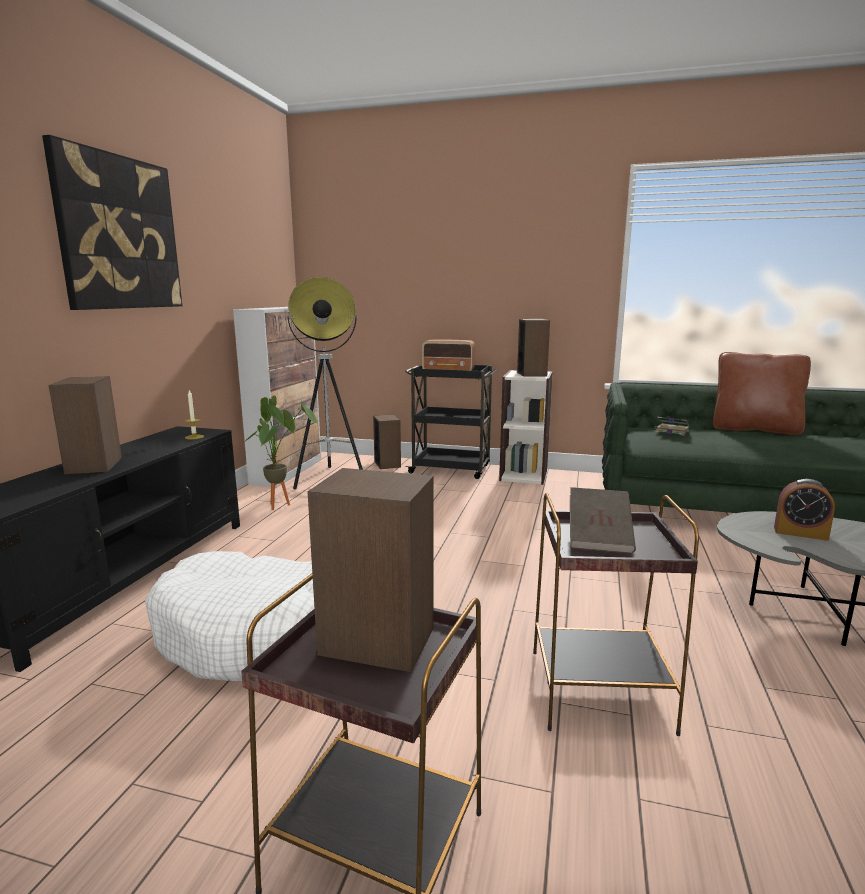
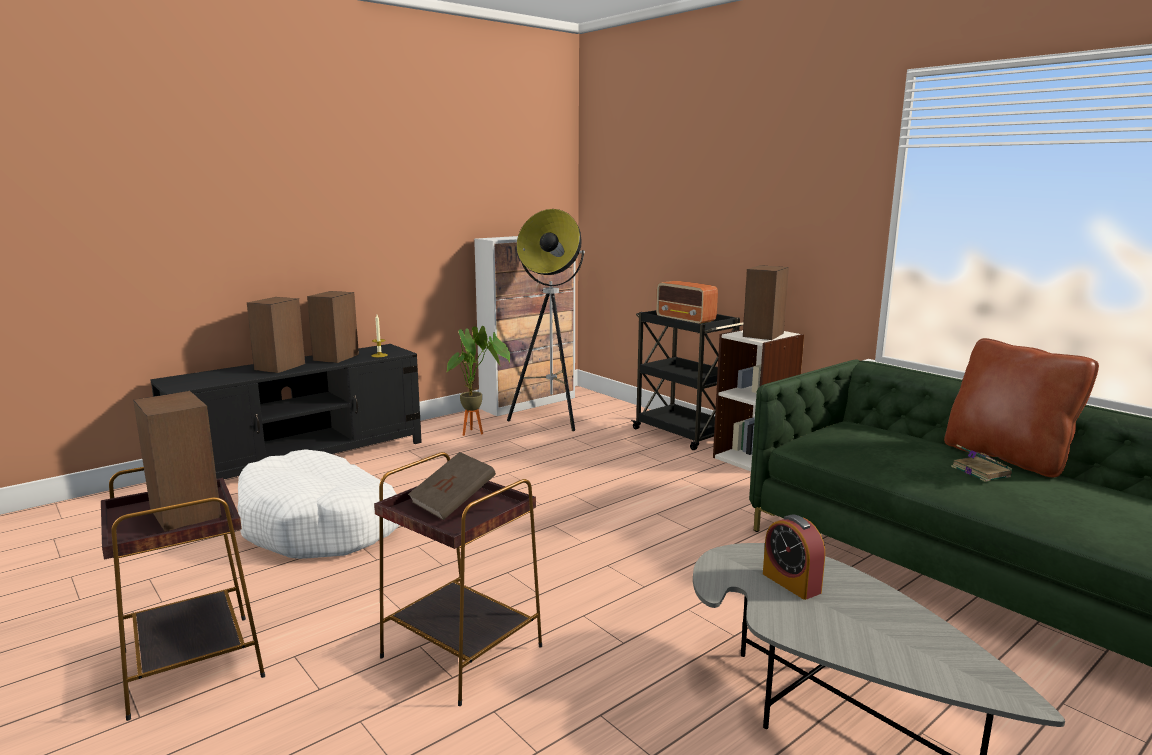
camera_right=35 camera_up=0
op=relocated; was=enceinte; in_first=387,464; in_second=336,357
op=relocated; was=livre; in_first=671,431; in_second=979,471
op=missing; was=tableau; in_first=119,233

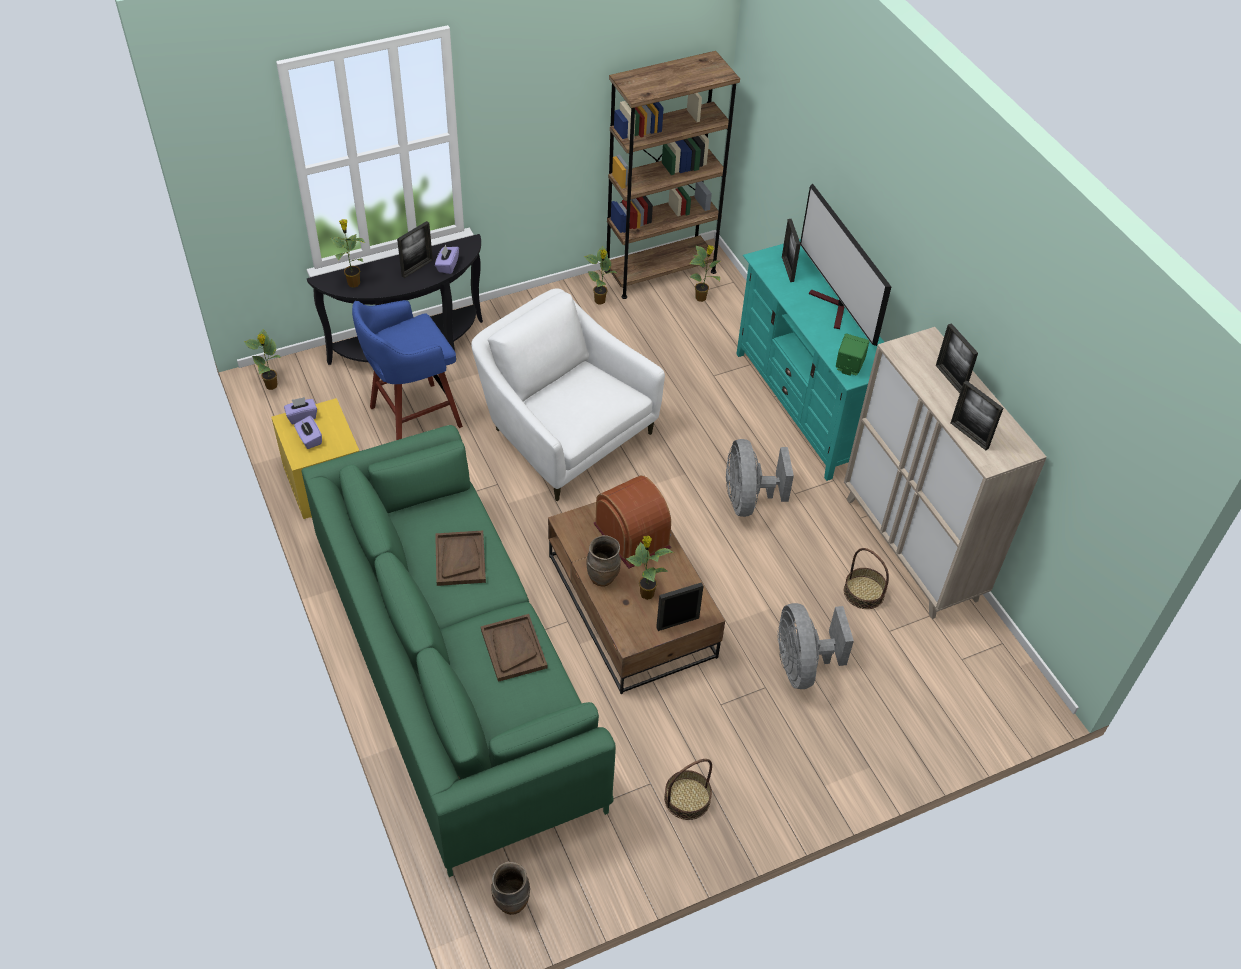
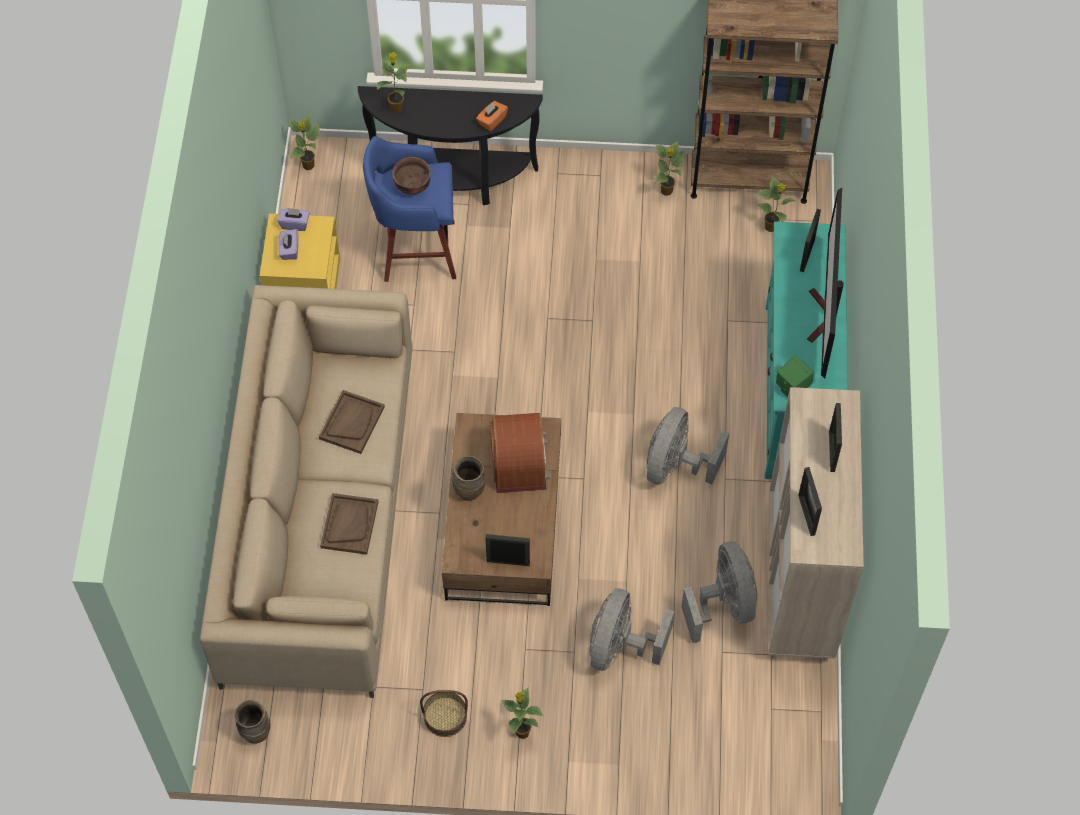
camera_right=30 camera_up=10
op=colour; was=canapé [vert]; now=canapé [beige]; in_first=455,670; in_second=319,515
op=appeared; now=bol [marron]; in_second=412,186
op=colour; was=boîte à mouchoirs [violet]; now=boîte à mouchoirs [orange]; in_first=447,266; in_second=492,121
op=relocated; was=plante en pot; in_first=646,593; in_second=522,731
op=exchanged; was=panier; now=ventilateur [gris]; in_first=863,592; in_second=723,605
op=missing; was=cadre photo; in_first=417,268
op=missing; was=fauteuil [blanc]; in_first=563,433

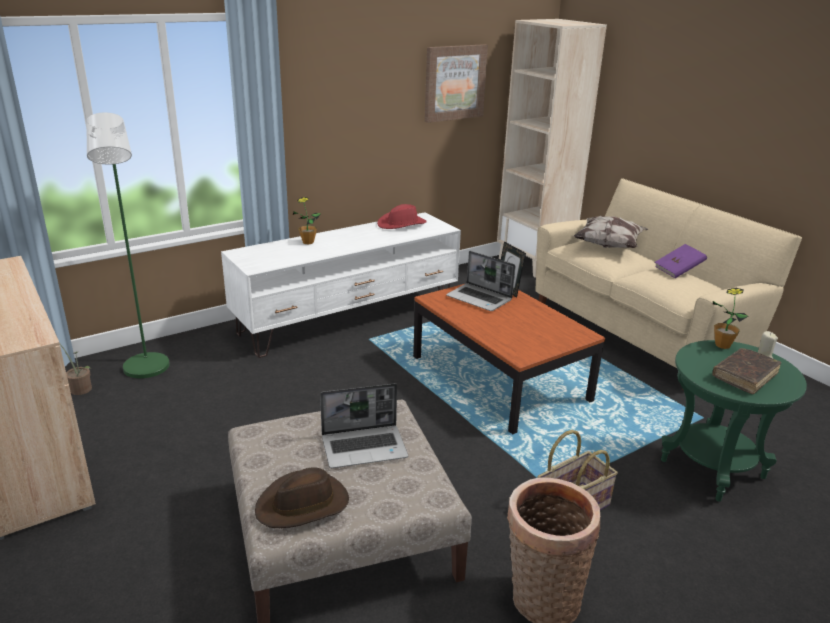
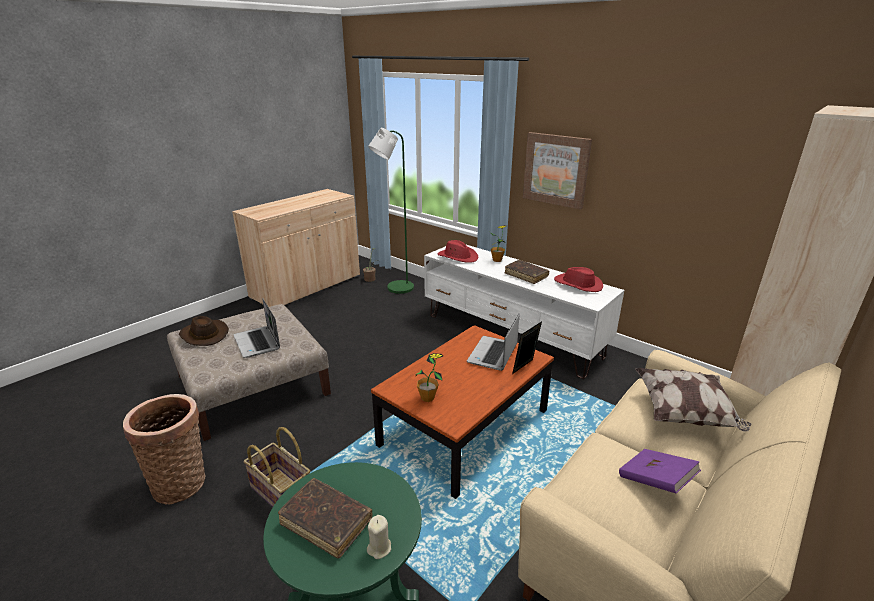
camera_right=75 camera_up=0
op=relocated; was=plante en pot; in_first=722,345; in_second=427,398
op=appeared; now=chapeau [rouge]; in_second=458,257
op=appeared; now=livre [marron]; in_second=526,275
op=relocated; was=tableau; in_first=454,82; in_second=556,170

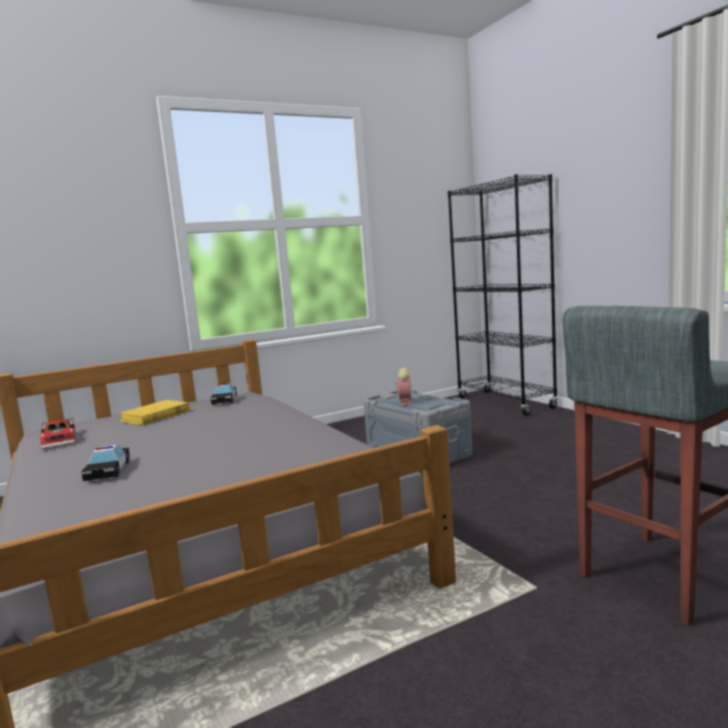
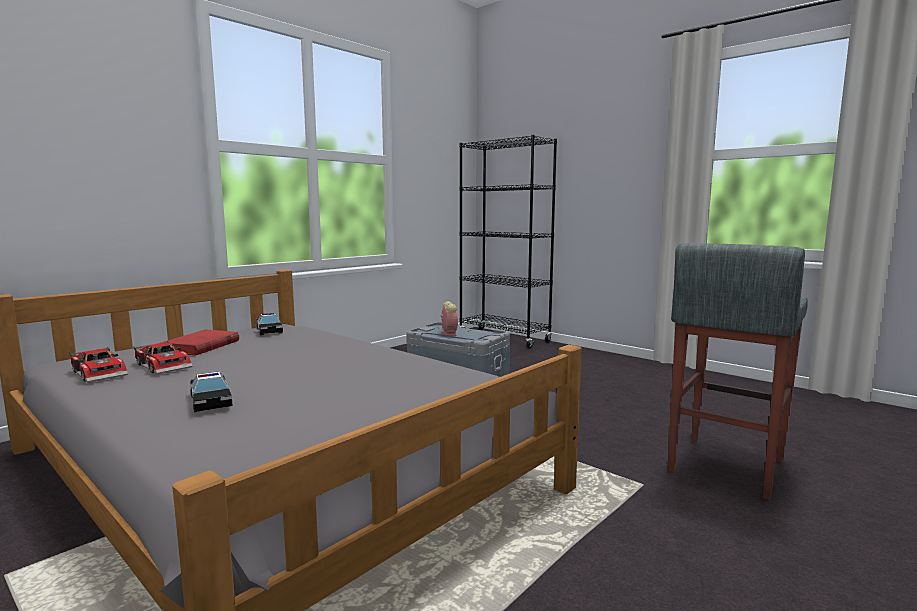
camera_right=-20 camera_up=0
op=appeared; now=petite voiture; in_second=165,365
op=colour; was=livre [jaune]; now=livre [rouge]; in_first=155,416; in_second=201,346

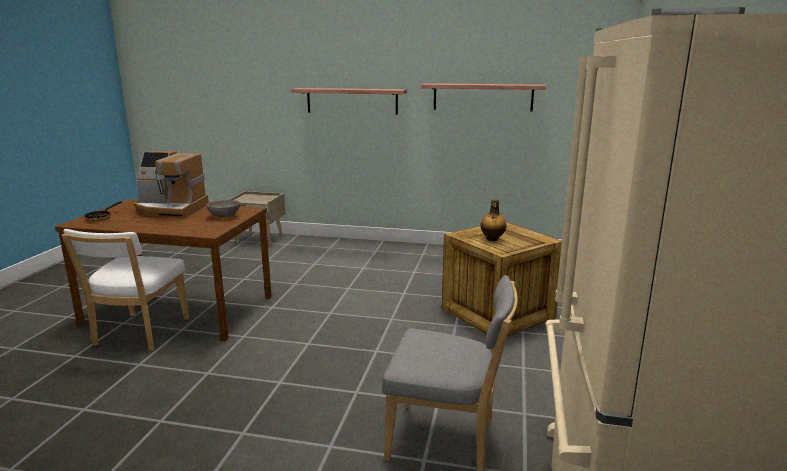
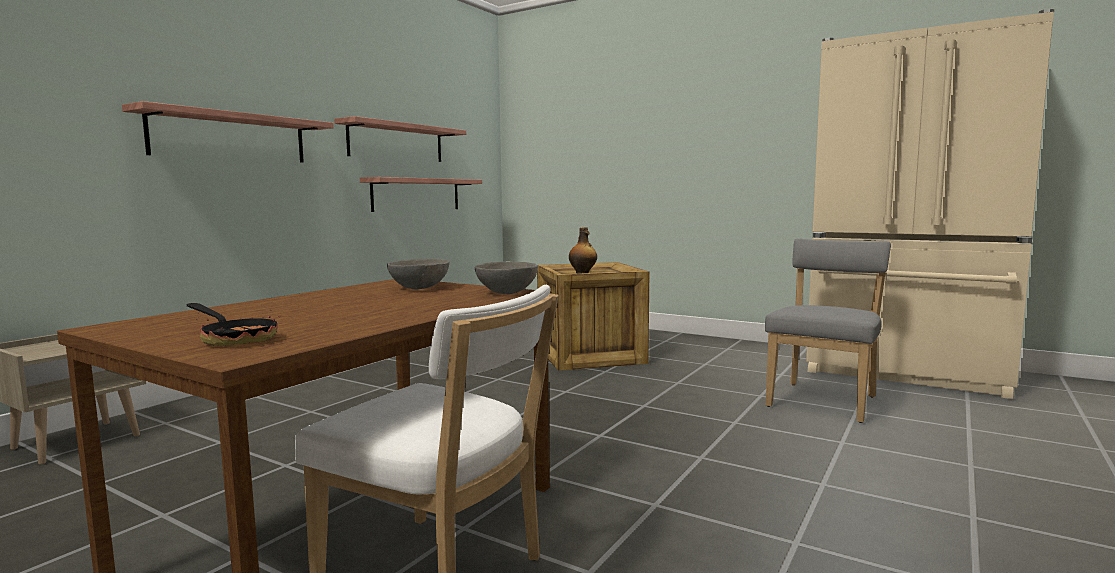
camera_right=-70 camera_up=-10
op=appeared; now=étagère; in_second=416,194
op=appeared; now=bol [gris]; in_second=507,292
op=missing; was=machine à café; in_first=171,210

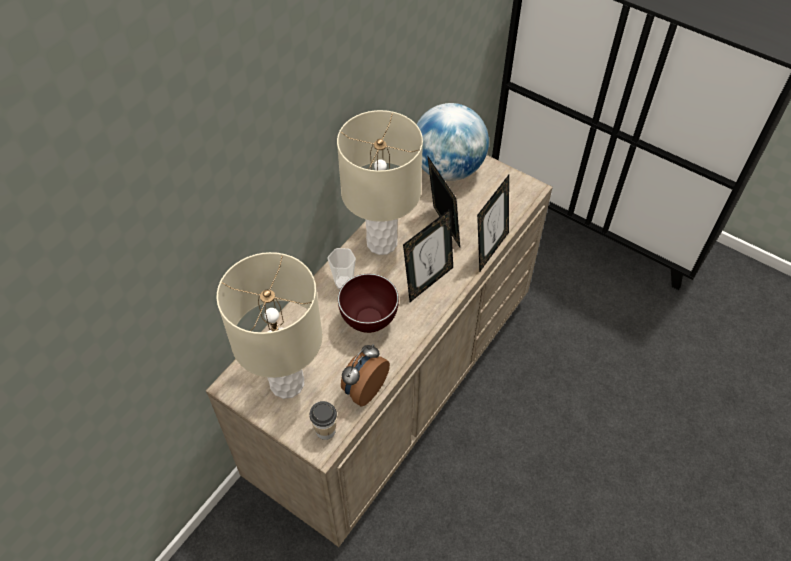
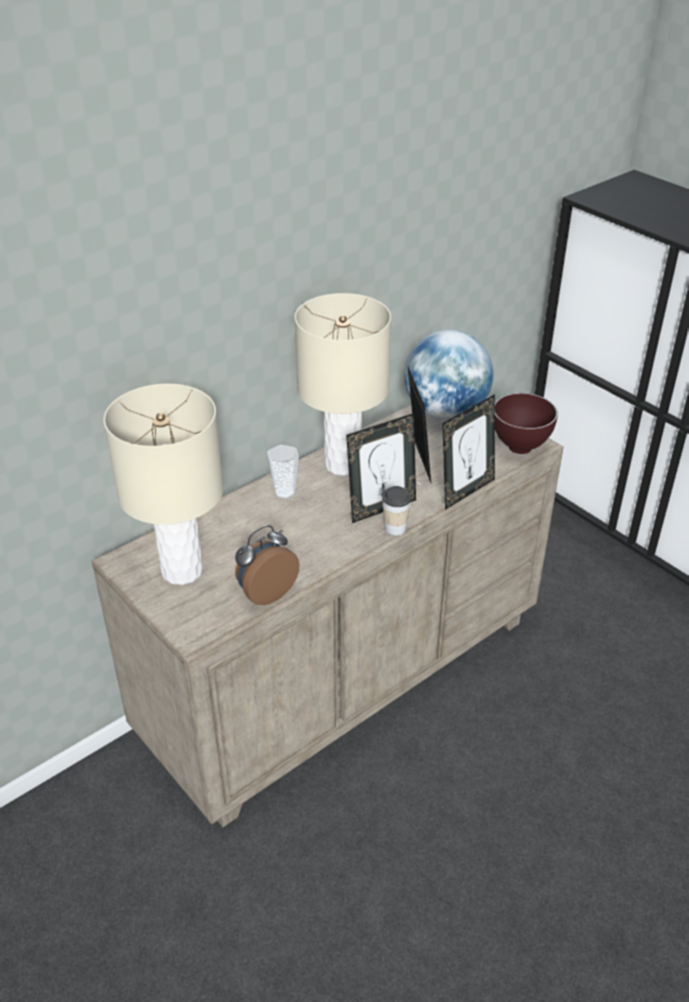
camera_right=15 camera_up=-15
op=relocated; was=tasse; in_first=325,430; in_second=395,528
op=relocated; was=bol [marron]; in_first=369,323; in_second=519,449

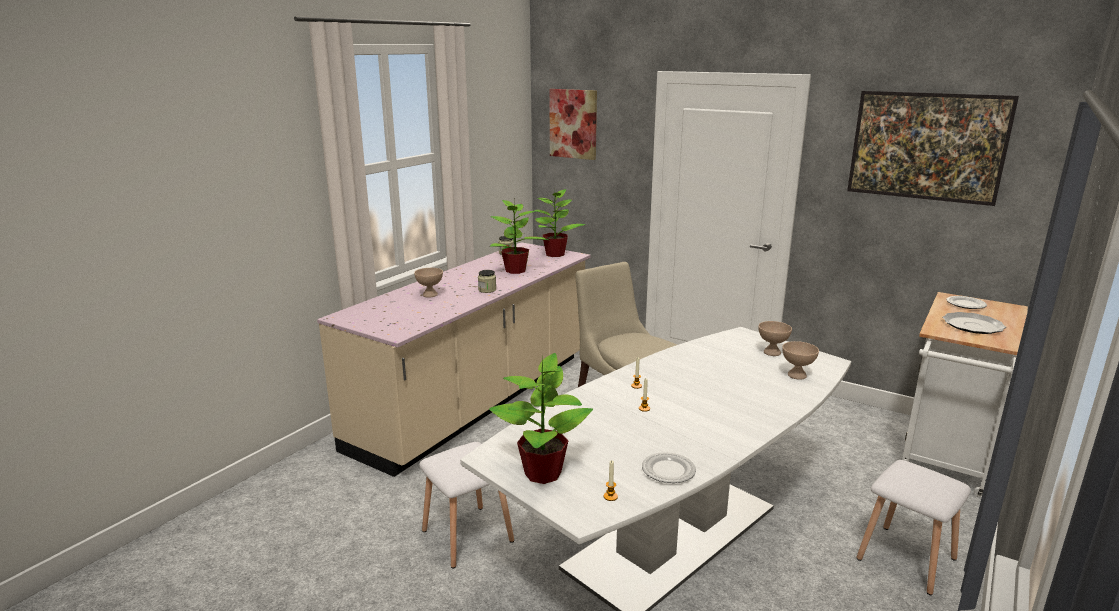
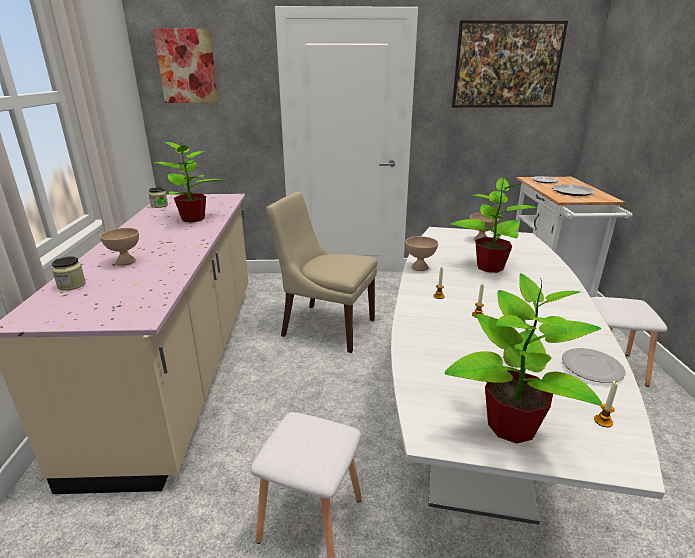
camera_right=-35 camera_up=5
op=relocated; was=bocal; in_first=487,290; in_second=71,285
op=relocated; was=bol [beige]; in_first=796,375; in_second=419,267
op=relocated; was=plante en pot; in_first=555,254; in_second=489,267

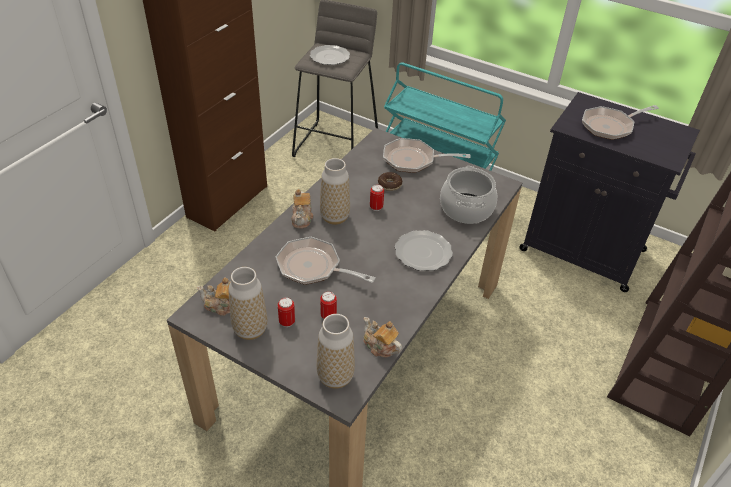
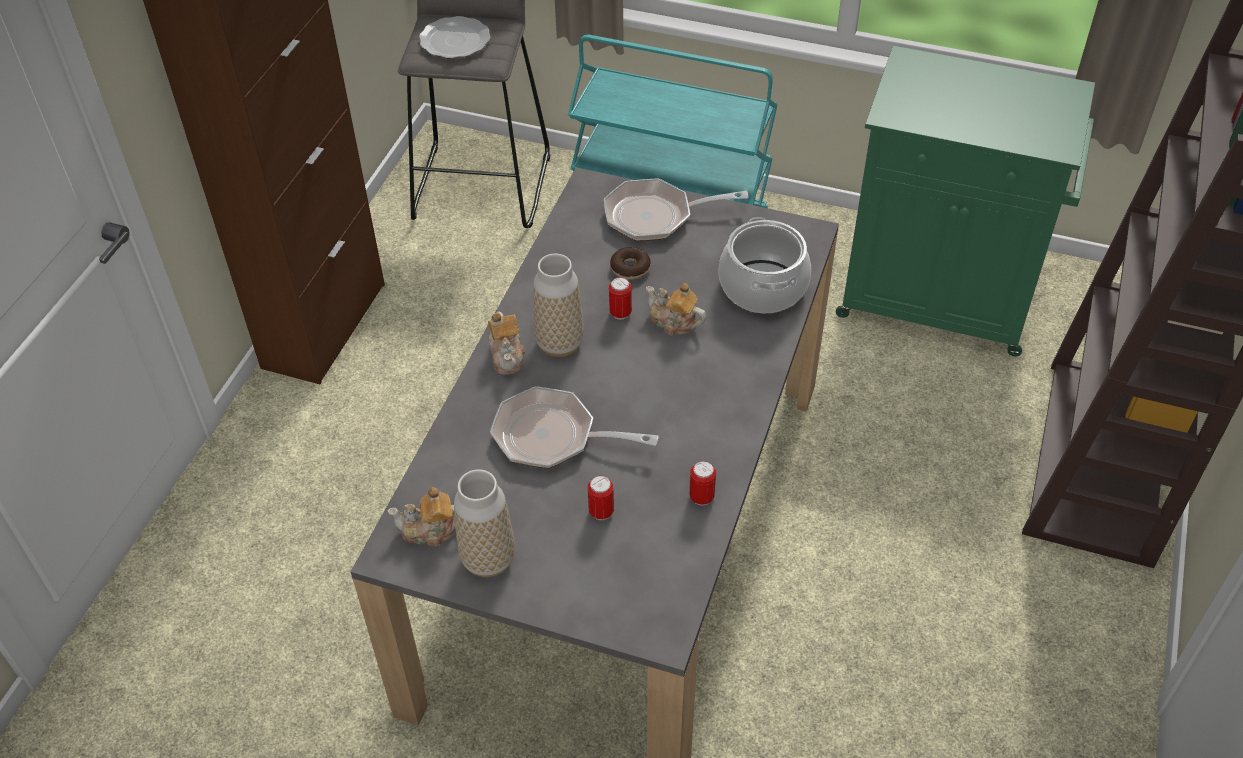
camera_right=-10 camera_up=5
op=relocated; was=théière; in_first=380,346; in_second=673,322
op=relocated; was=boîte métallique; in_first=287,322; in_second=701,497
op=colour; was=meuble de rangement [noir]; now=meuble de rangement [vert]; in_first=585,251; in_second=941,299
op=missing; was=vase; in_first=335,377
op=missing; was=assiette; in_first=422,252
op=missing; was=poêle; in_first=610,126

